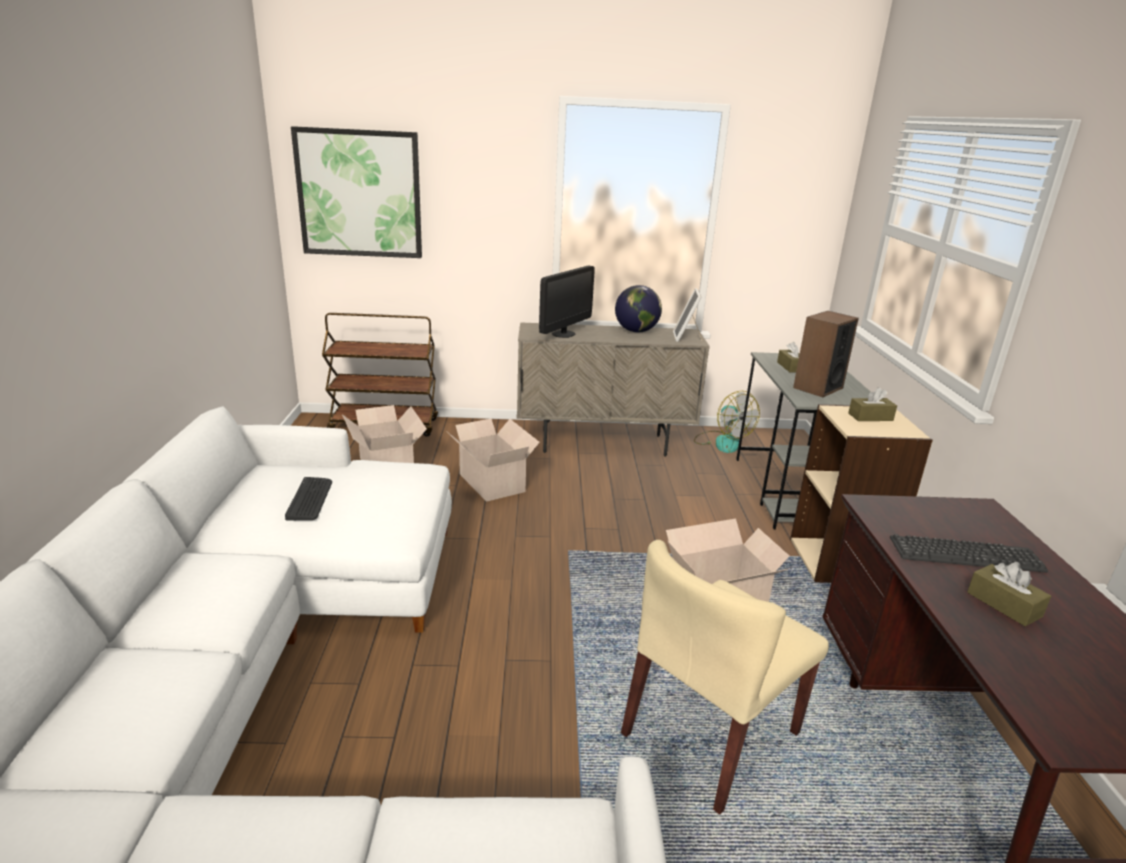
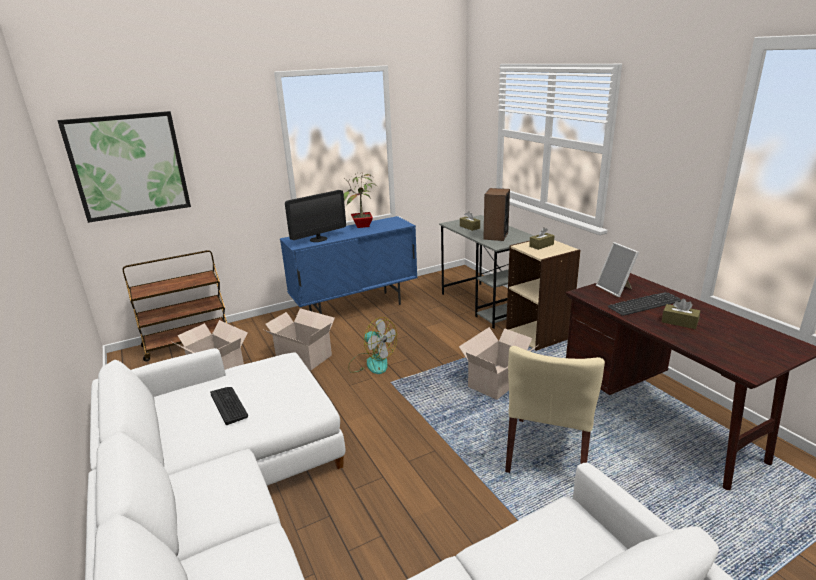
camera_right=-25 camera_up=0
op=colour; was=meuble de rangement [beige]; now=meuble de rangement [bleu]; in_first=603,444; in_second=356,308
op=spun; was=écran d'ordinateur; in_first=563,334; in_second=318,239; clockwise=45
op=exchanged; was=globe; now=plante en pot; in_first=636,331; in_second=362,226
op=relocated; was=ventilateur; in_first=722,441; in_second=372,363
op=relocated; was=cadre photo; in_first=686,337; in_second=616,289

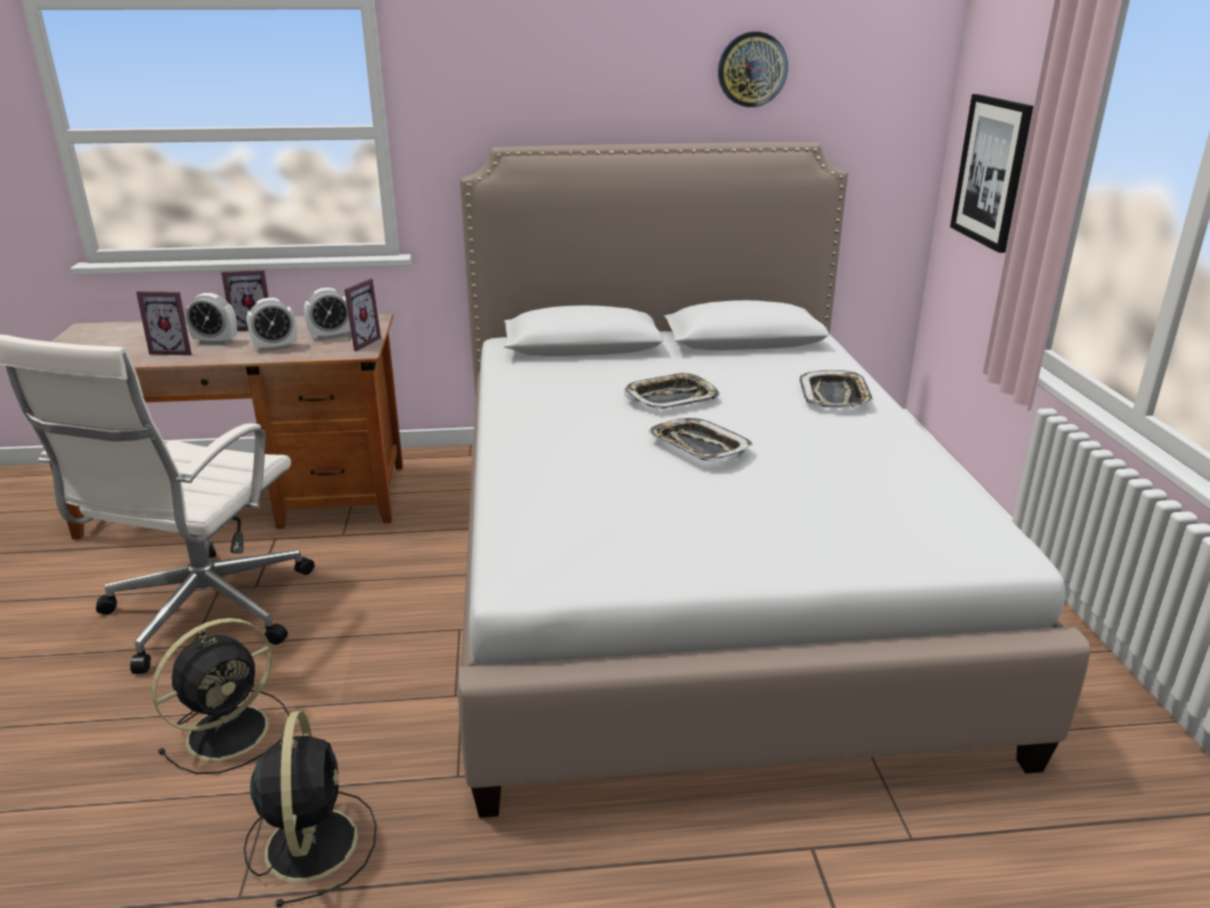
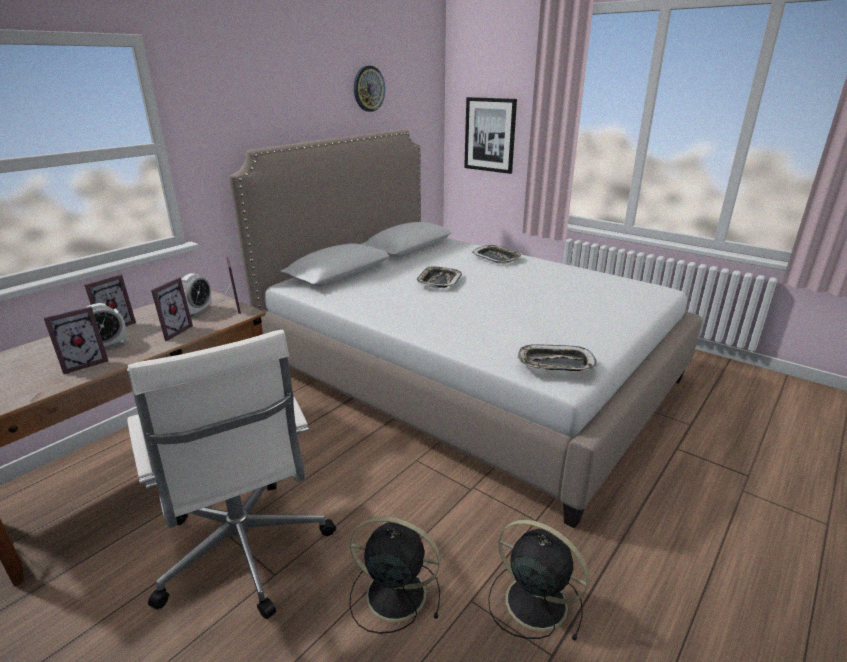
camera_right=-45 camera_up=0
op=exchanged; was=réveil; now=cadre photo; in_first=275,348; in_second=172,332
op=spun; was=ventilateur [noir]; in_first=231,730; in_second=393,593; clockwise=-75
op=relocated; was=plateau; in_first=698,447; in_second=555,364

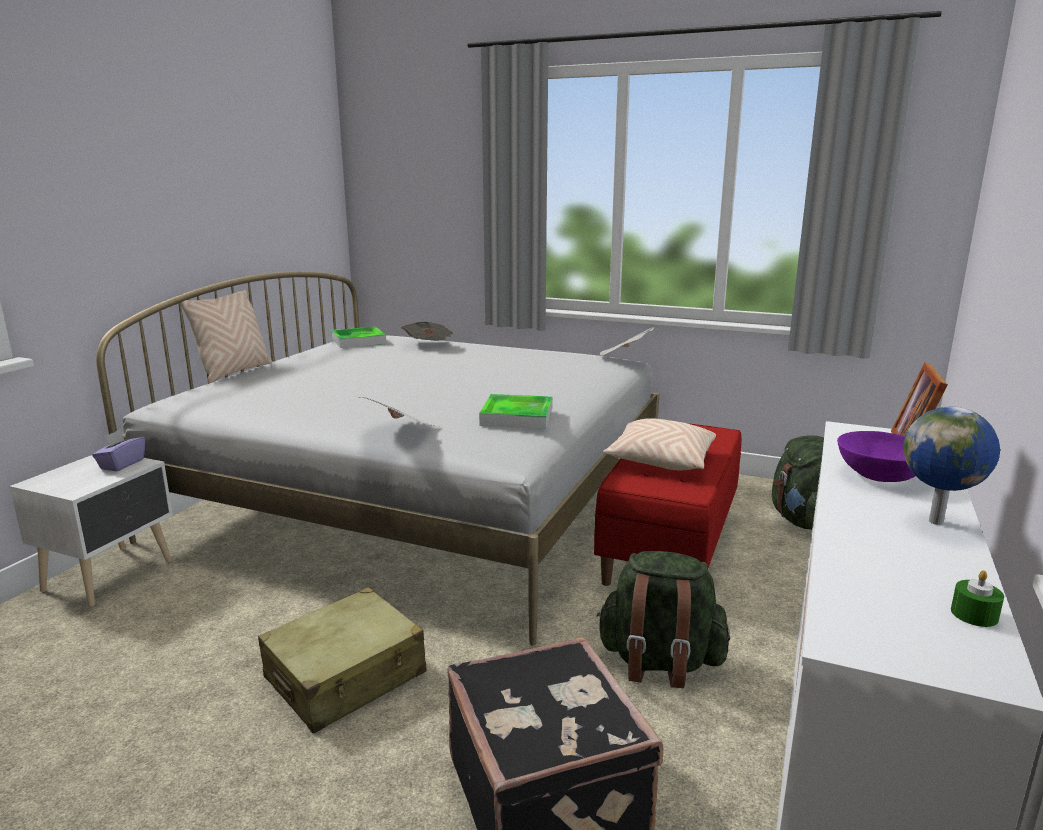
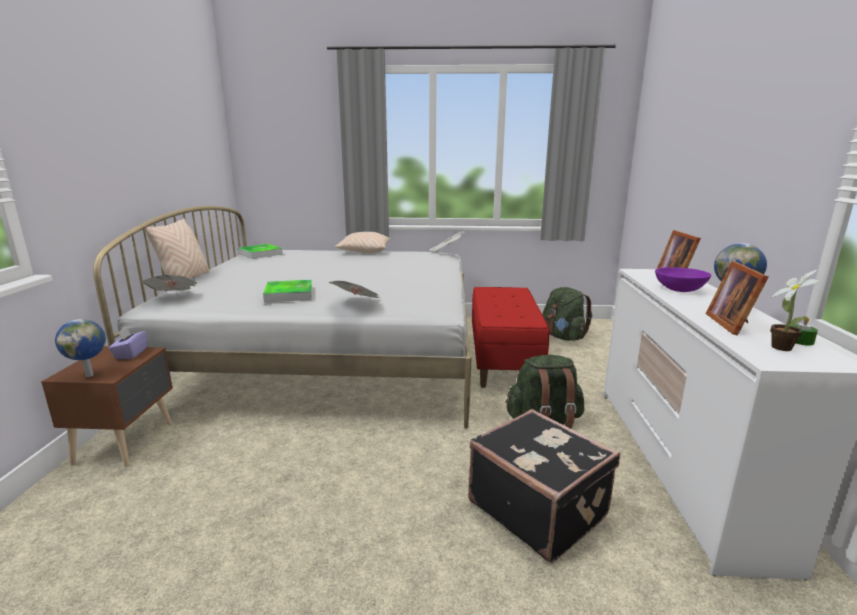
camera_right=-20 camera_up=0
op=colour; was=table de chevet [blanc]; now=table de chevet [marron]; in_first=111,575; in_second=127,442
op=appeared; now=globe; in_second=90,375
op=relocated; was=journal; in_first=429,346; in_second=173,297
op=relocated; was=plateau; in_first=517,416; in_second=289,294
op=relocated; was=coussin [beige]; in_first=660,461; in_second=364,252
op=appeared; now=cadre photo; in_second=732,324
op=appeared; now=plante en pot; in_second=781,346
op=missing; was=valise [beige]; in_first=346,676

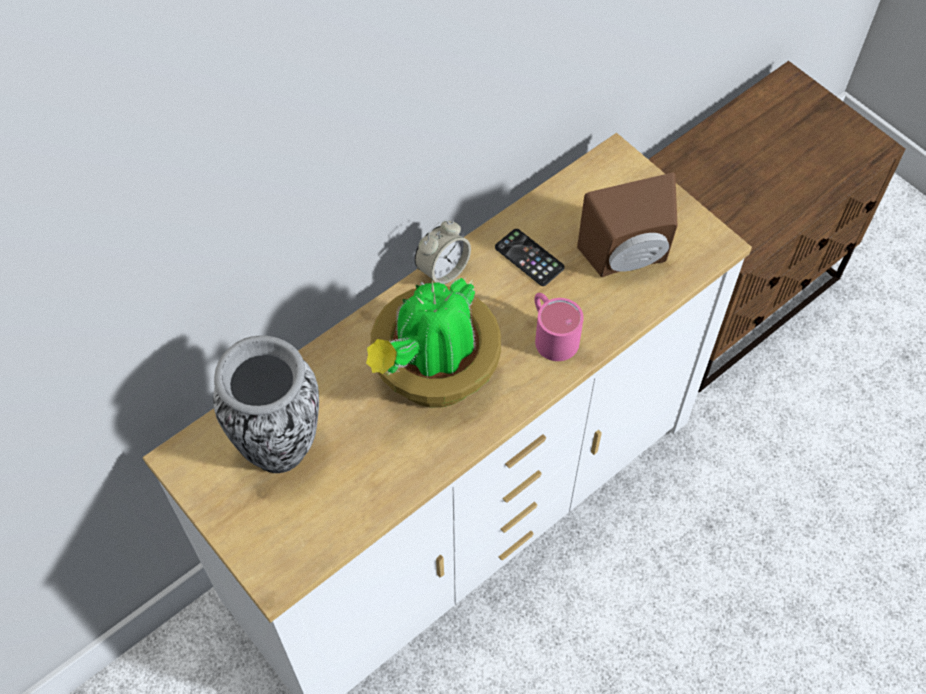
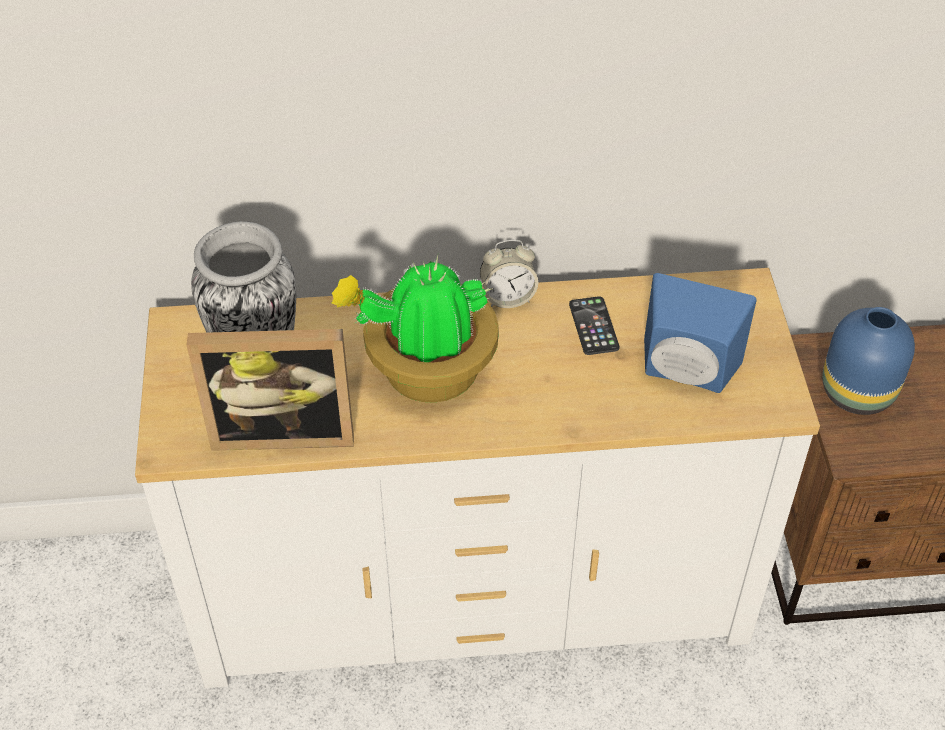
camera_right=35 camera_up=-10
op=appeared; now=cadre photo; in_second=283,429
op=colour; was=enceinte [marron]; now=enceinte [bleu]; in_first=628,259; in_second=685,374
op=appeared; now=vase [bleu]; in_second=855,393
op=missing; was=mug [rose]; in_first=551,334

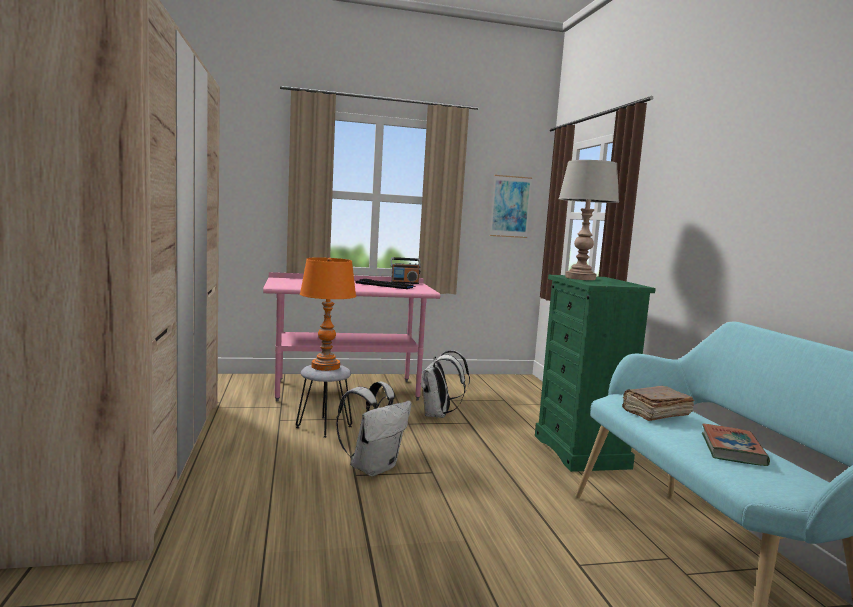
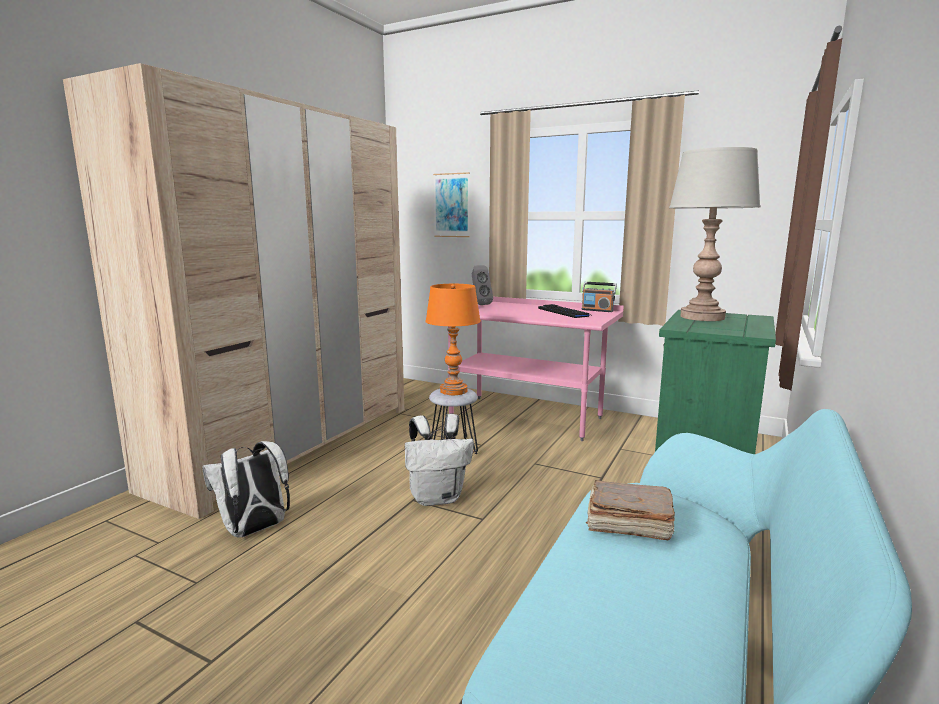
camera_right=40 camera_up=5
op=relocated; was=sac à dos [blanc]; in_first=438,415; in_second=254,530
op=relocated; was=tableau; in_first=510,206; in_second=451,205
op=appeared; now=enceinte [gris]; in_second=480,304
op=missing; was=livre; in_first=732,449

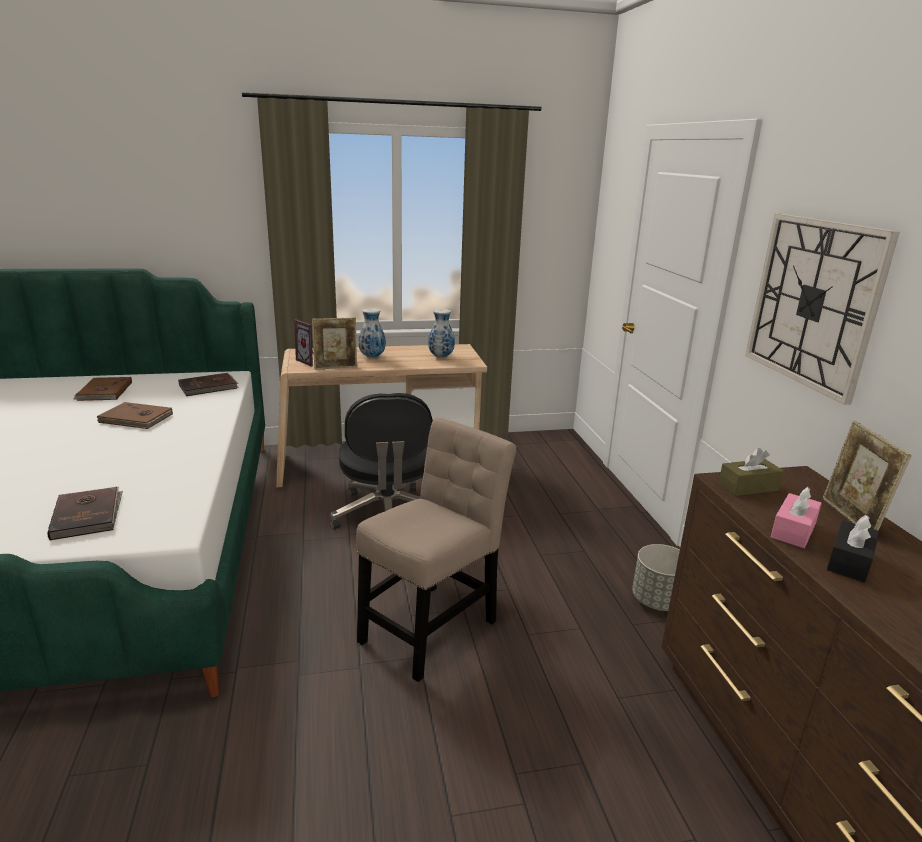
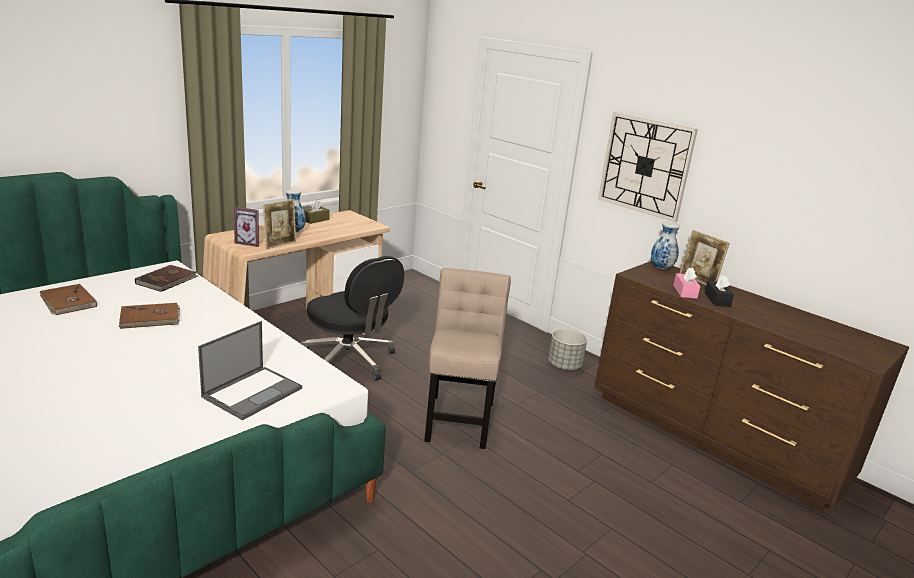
camera_right=-35 camera_up=0
op=exchanged; was=livre [marron]; now=ordinateur portable; in_first=88,515; in_second=253,392
op=relocated; was=boîte à mouchoirs [marron]; in_first=748,487; in_second=315,220
op=relocated; was=vase; in_first=440,357; in_second=661,268

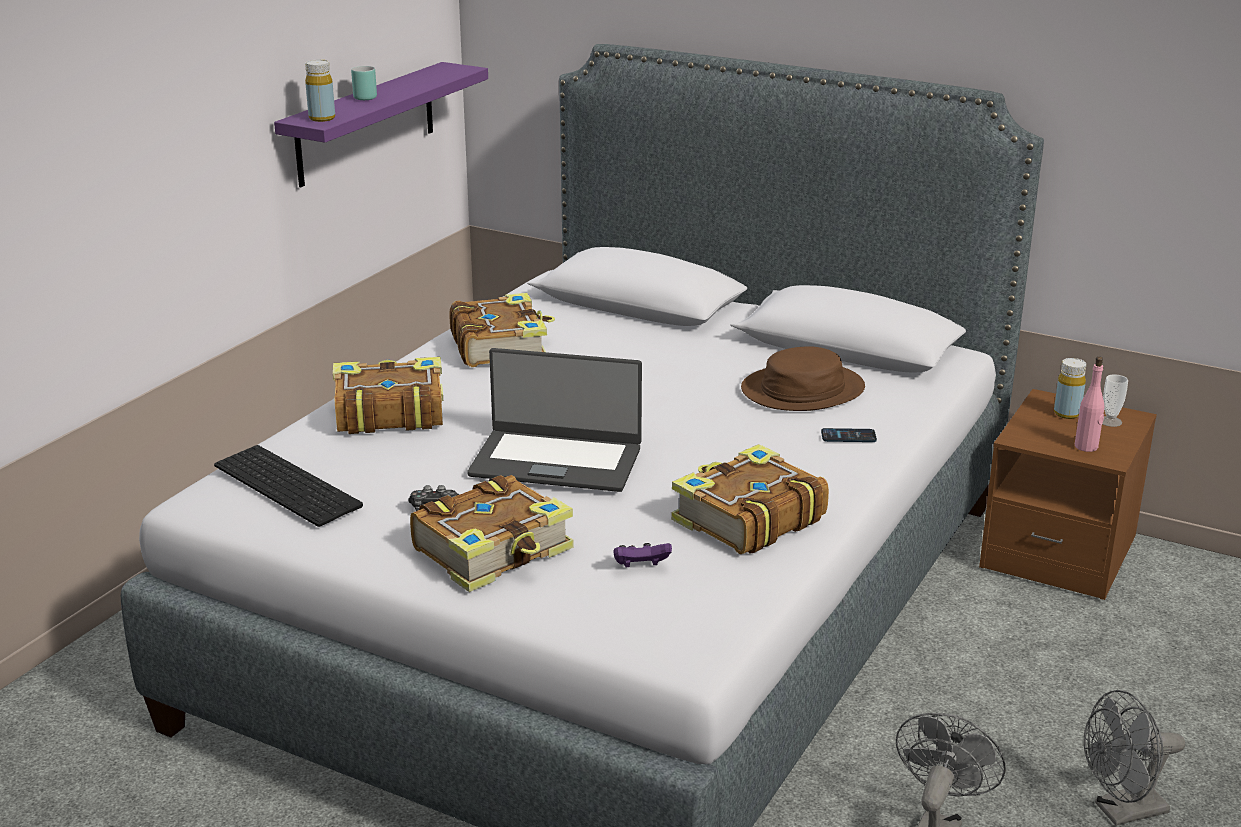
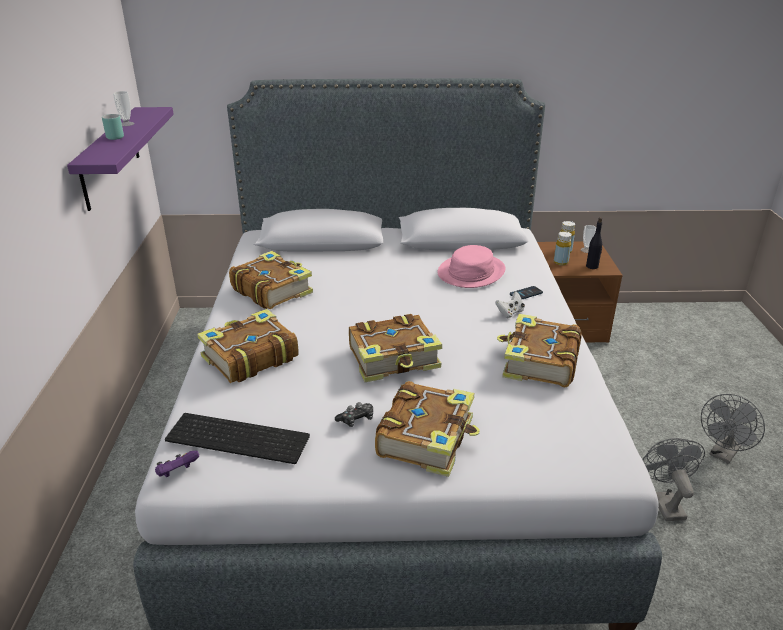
camera_right=-30 camera_up=5
op=appeared; now=tasse; in_second=126,124
op=relocated; was=manette [violet]; in_first=641,567; in_second=178,472
op=exchanged; was=ordinateur portable; now=livre; in_first=556,461; in_second=395,359
op=colour; was=chapeau [marron]; now=chapeau [rose]; in_first=802,390; in_second=471,272
op=appeared; now=manette [blanc]; in_second=510,313
op=relocated; was=bouteille [jaune]; in_first=322,118; in_second=560,262
op=colour; was=bouteille [rose]; now=bouteille [noir]; in_first=1086,447; in_second=592,266

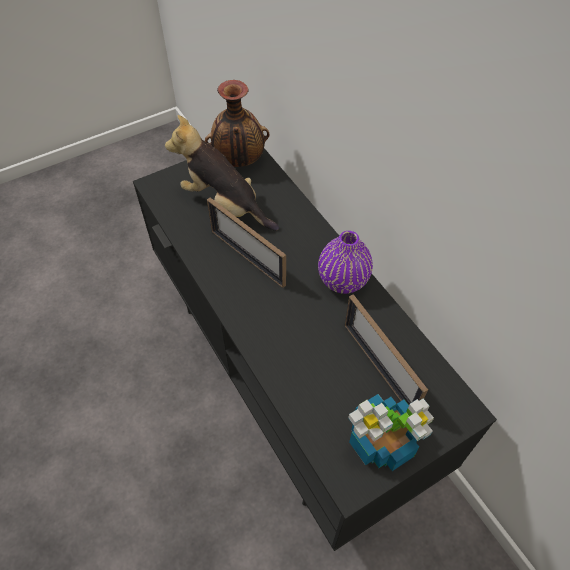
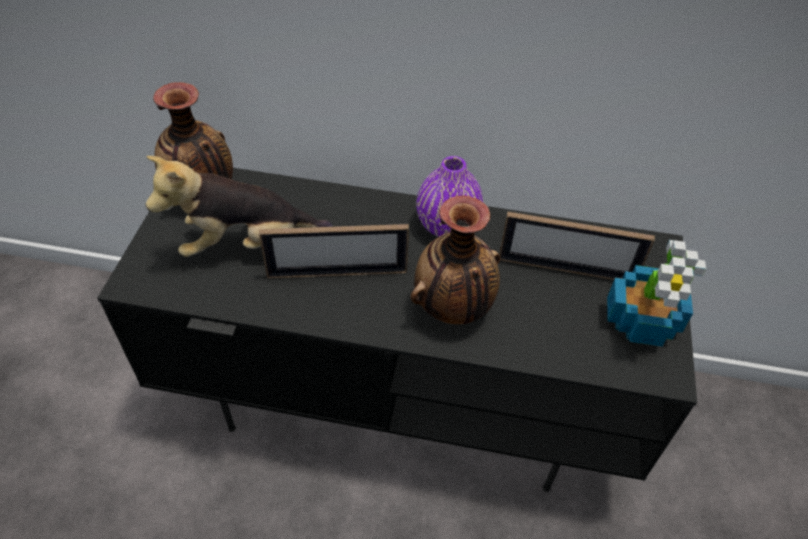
camera_right=-50 camera_up=-5
op=appeared; now=vase; in_second=453,308

